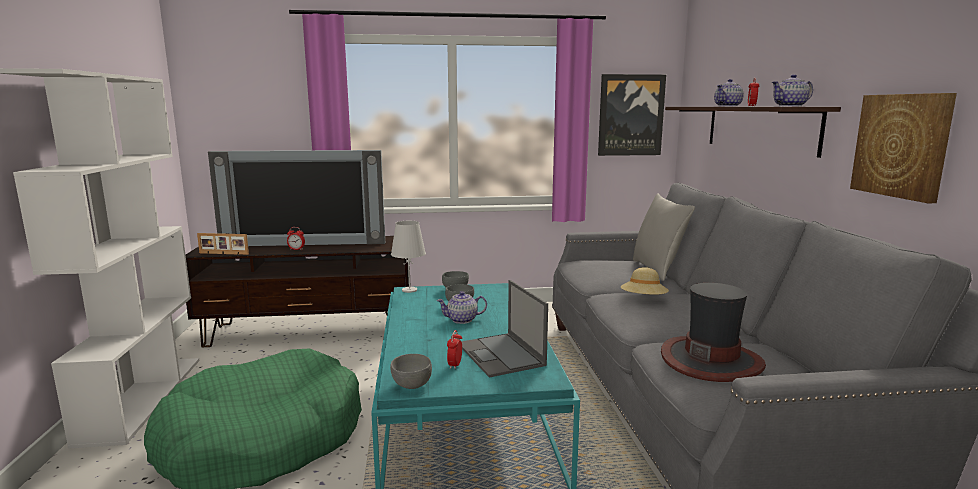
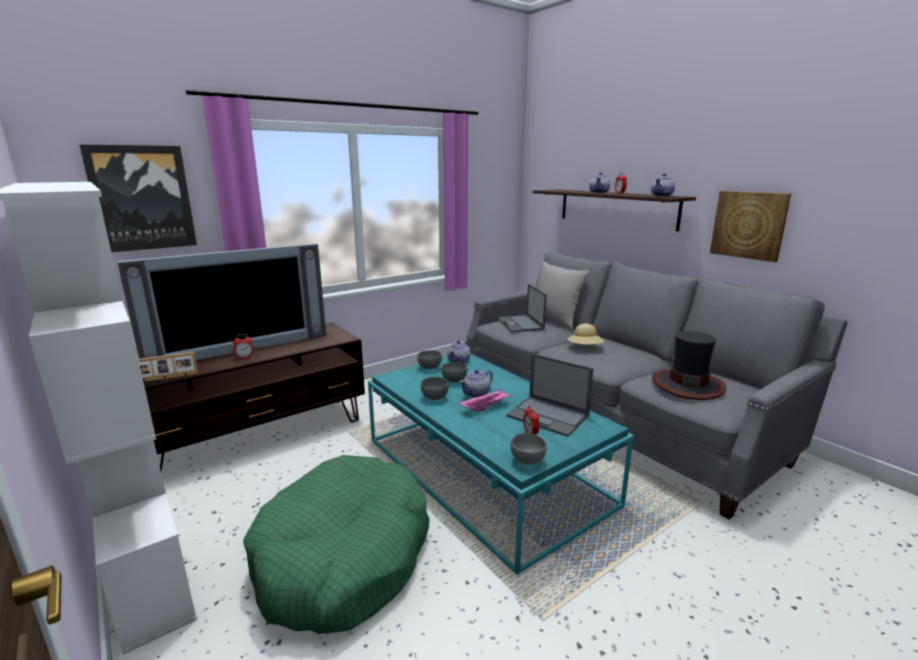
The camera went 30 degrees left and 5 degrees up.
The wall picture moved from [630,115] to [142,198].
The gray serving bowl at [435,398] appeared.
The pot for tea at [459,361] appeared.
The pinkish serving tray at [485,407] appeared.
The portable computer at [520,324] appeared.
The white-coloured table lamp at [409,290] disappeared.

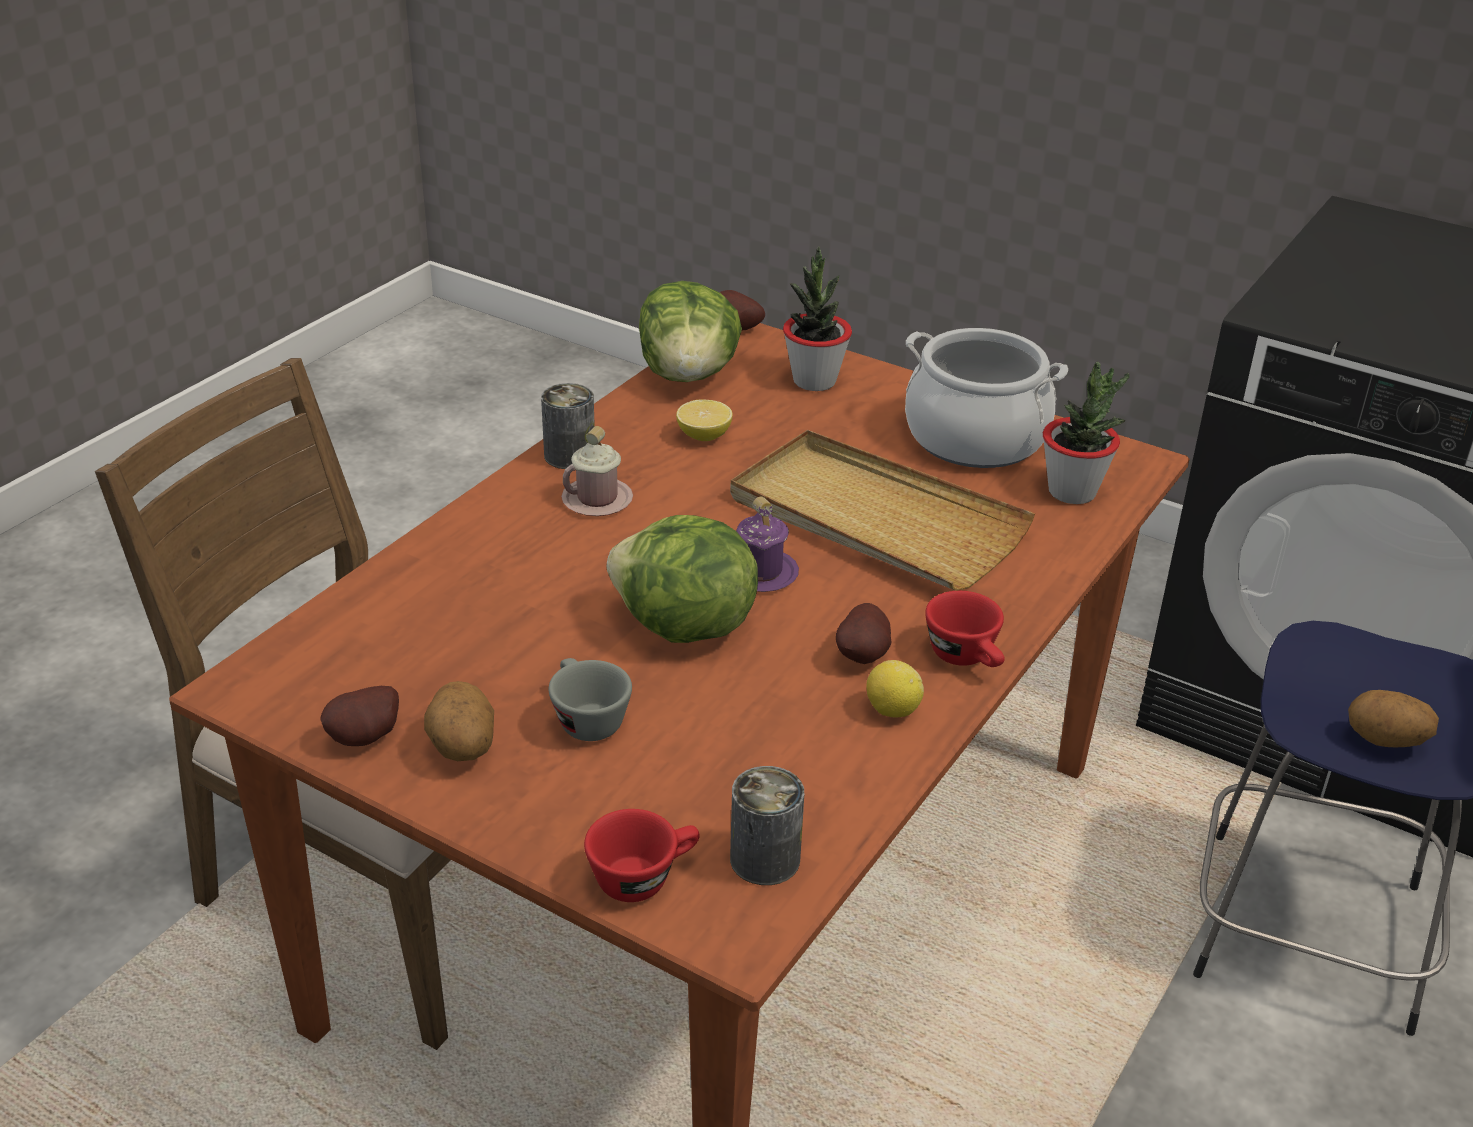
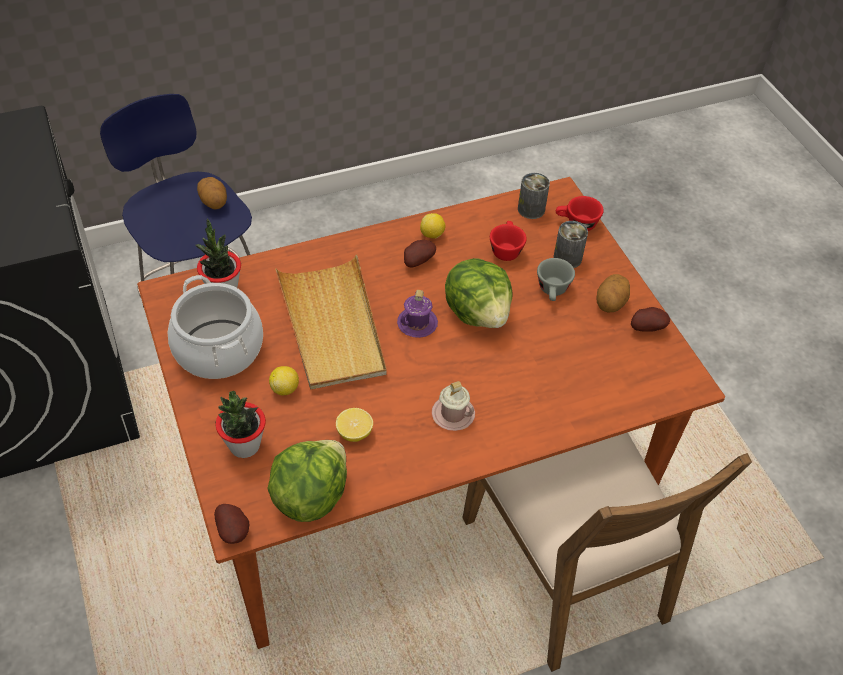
The camera went 145 degrees left and 15 degrees up.
The lemon at [285,389] appeared.
The red cup moved from [967,658] to [505,249].
The metal can moved from [569,455] to [567,258].

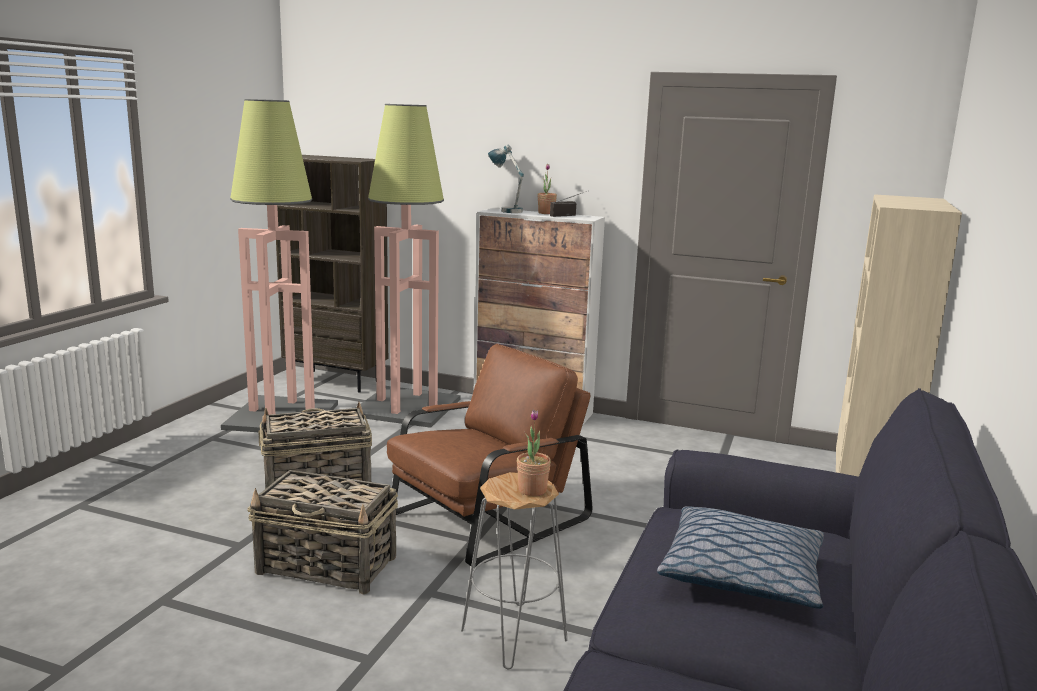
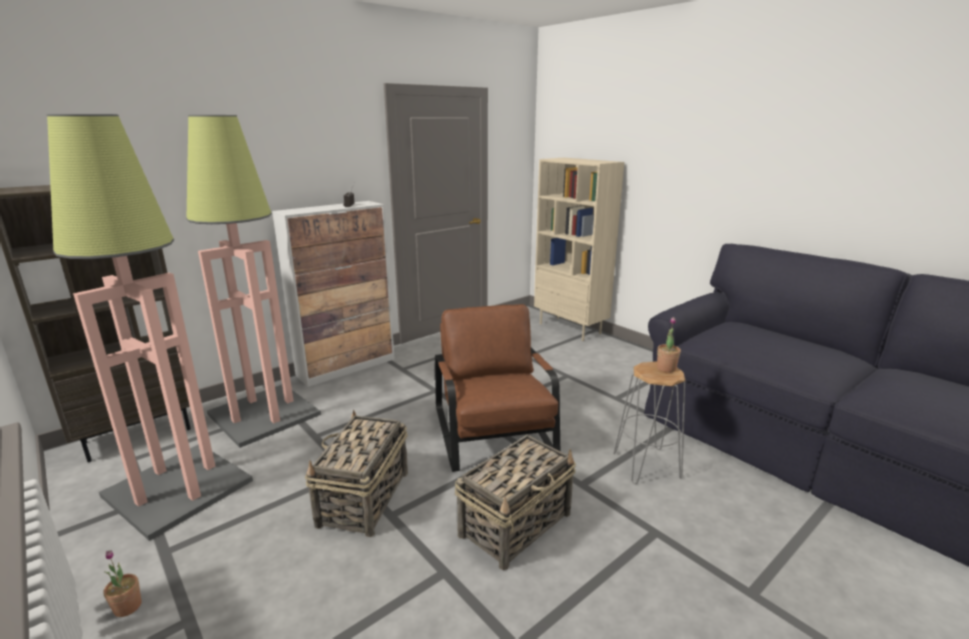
The camera went 60 degrees left and 5 degrees up.
The houseplant moved from [546,213] to [127,607].
The table lamp at [505,210] disappeared.
The pillow at [742,574] disappeared.

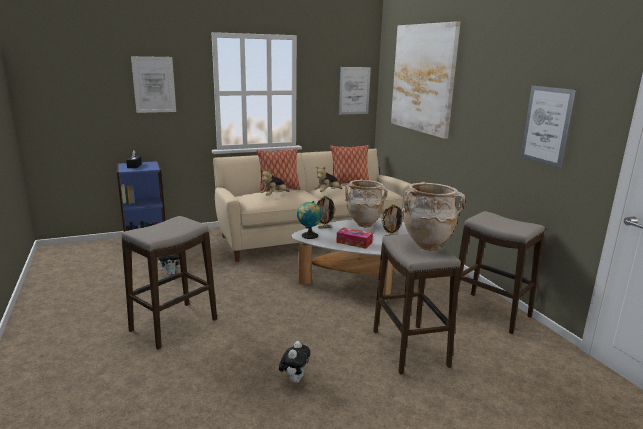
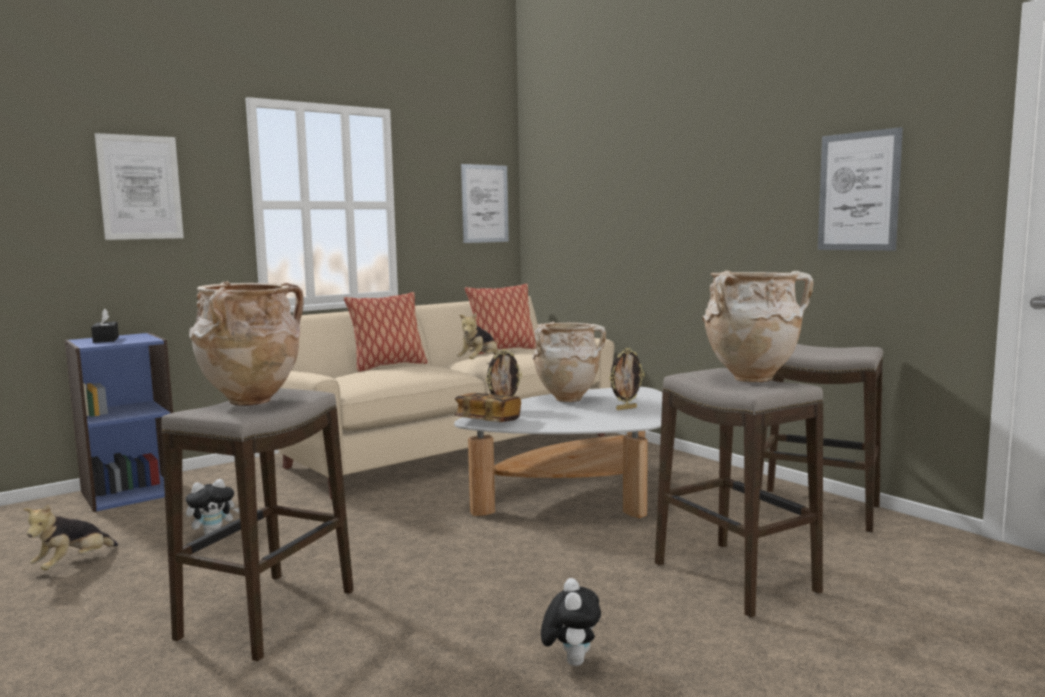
The camera went 15 degrees left and 10 degrees down.
The cuddly toy moved from [274,196] to [73,564].
The sand-coloured vase at [251,401] appeared.
The world globe at [309,236] was replaced by the volume at [488,421].
The tissue box at [354,242] disappeared.
The wall picture at [423,78] disappeared.

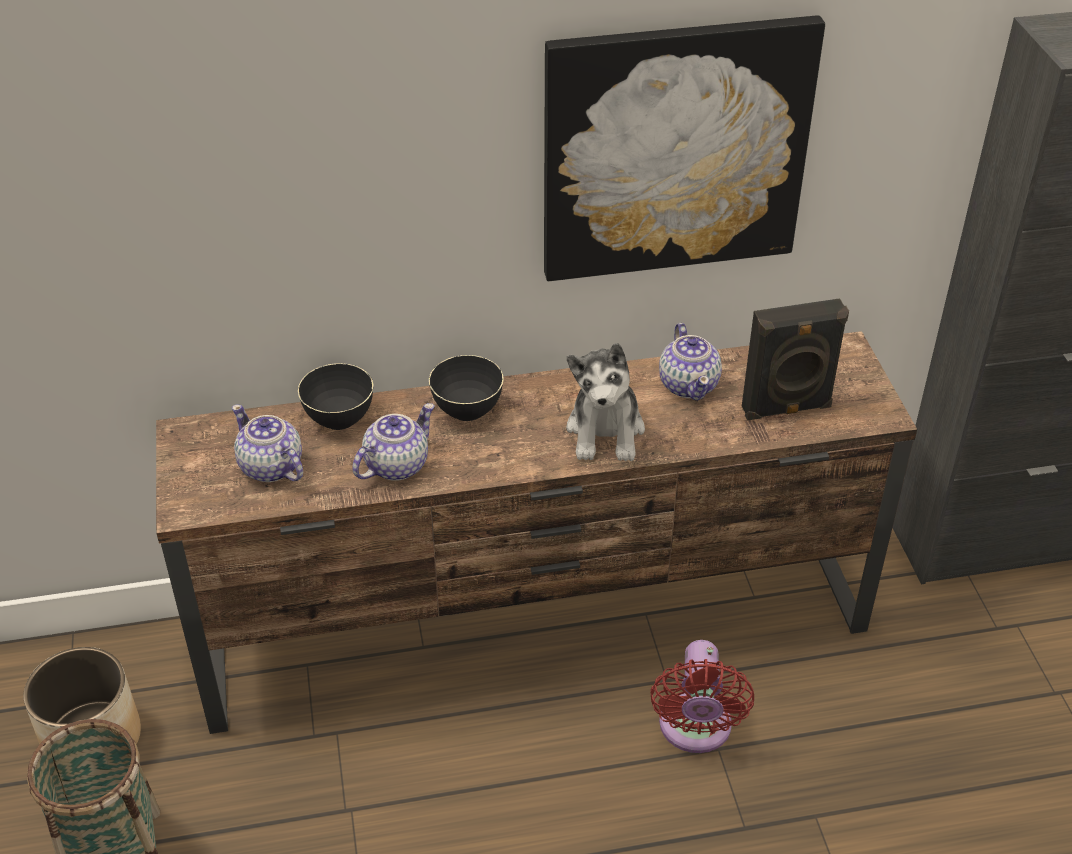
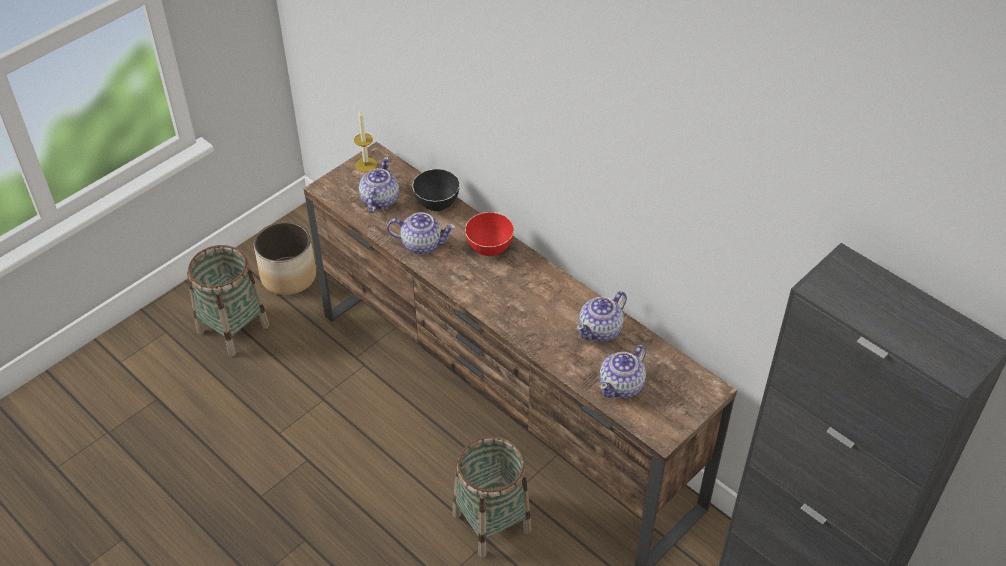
The camera went 55 degrees right and 5 degrees up.
The wax light at [366,164] appeared.
The red electric fan at [695,730] was replaced by the household basket at [492,522].
The black-coloured serving bowl at [467,409] became the red serving bowl at [489,248].
The black-coloured speaker at [787,409] was replaced by the pot for tea at [622,385].
The wall picture at [674,149] disappeared.
The cuddly toy at [606,431] disappeared.

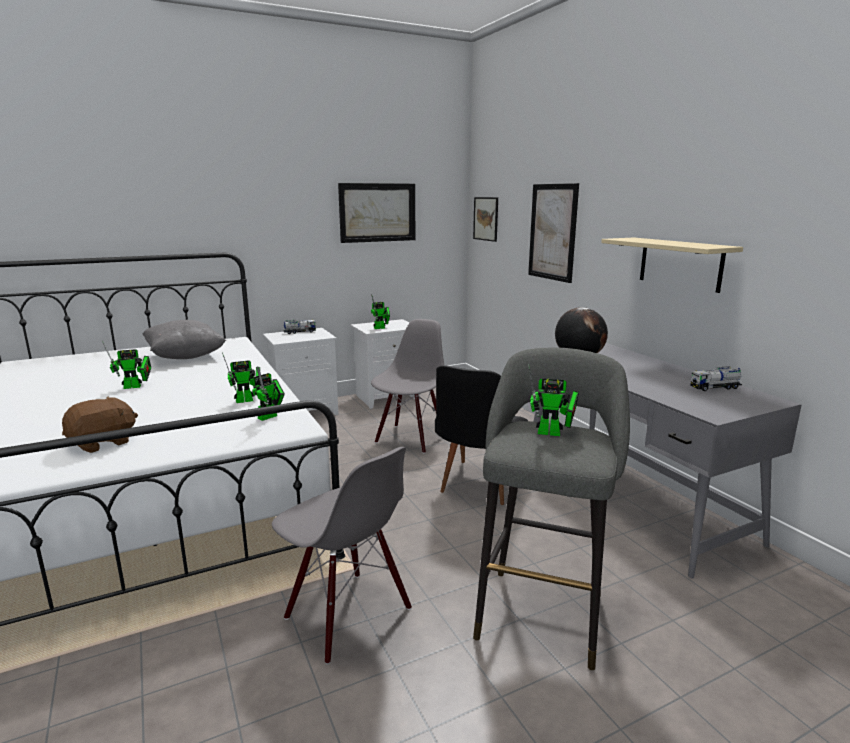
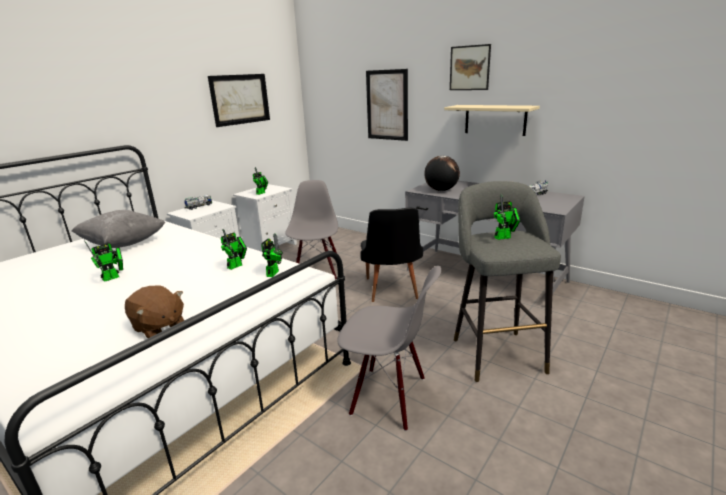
The camera went 25 degrees left and 5 degrees up.
The brownish cuddly toy at [103,443] turned 105 degrees clockwise.
The wall picture moved from [486,218] to [469,68].

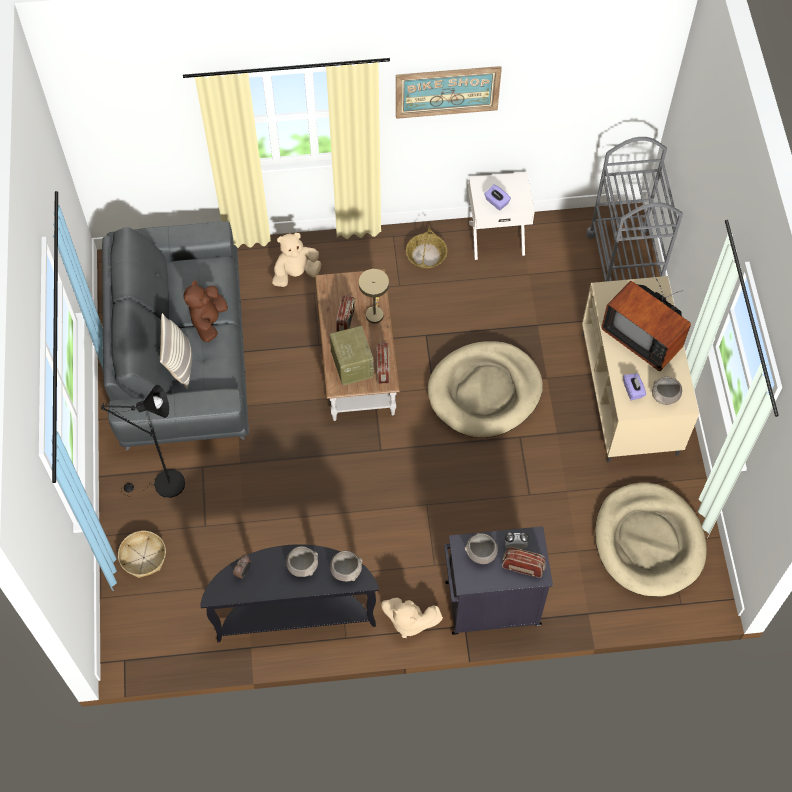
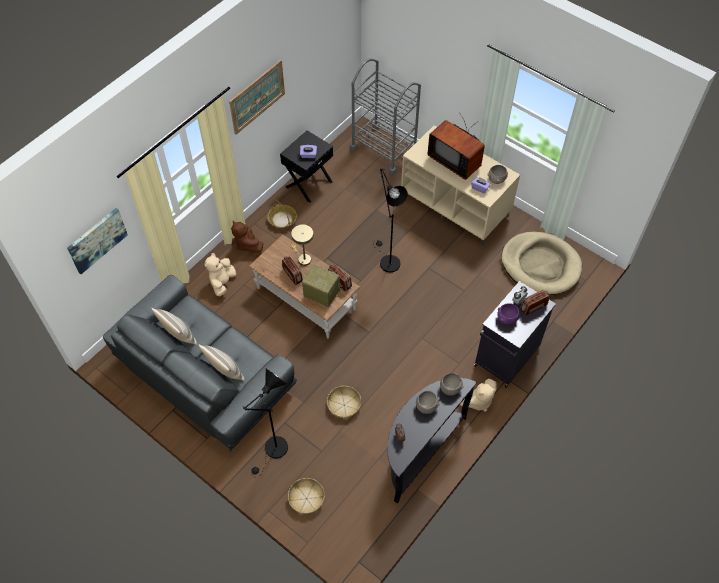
The camera went 45 degrees left and 5 degrees down.
The wall picture at [97,240] appeared.
The pillow at [179,335] appeared.
The brownish cuddly toy moved from [208,321] to [247,244].
The white-coloured bedside table at [496,237] became the black-coloured bedside table at [308,184].
The household basket at [344,405] appeared.
The sand-coloured dog bed at [484,391] was replaced by the black-coloured standard lamp at [387,261].
The TV set at [643,336] turned 45 degrees clockwise.
The gray serving bowl at [480,553] became the purplish serving bowl at [507,318].

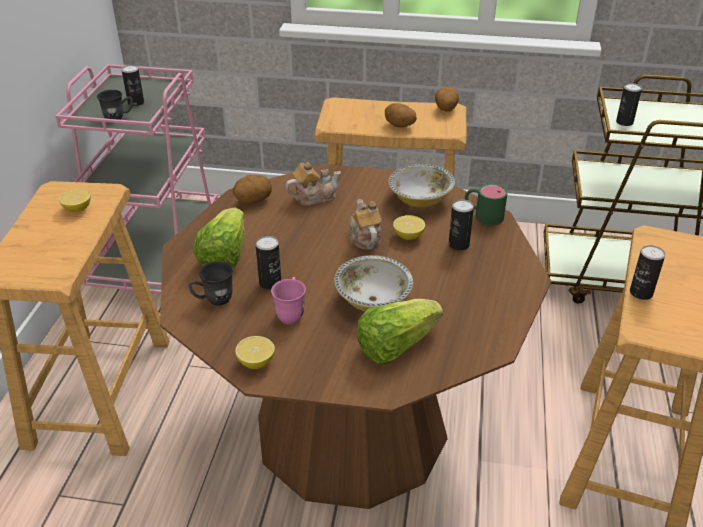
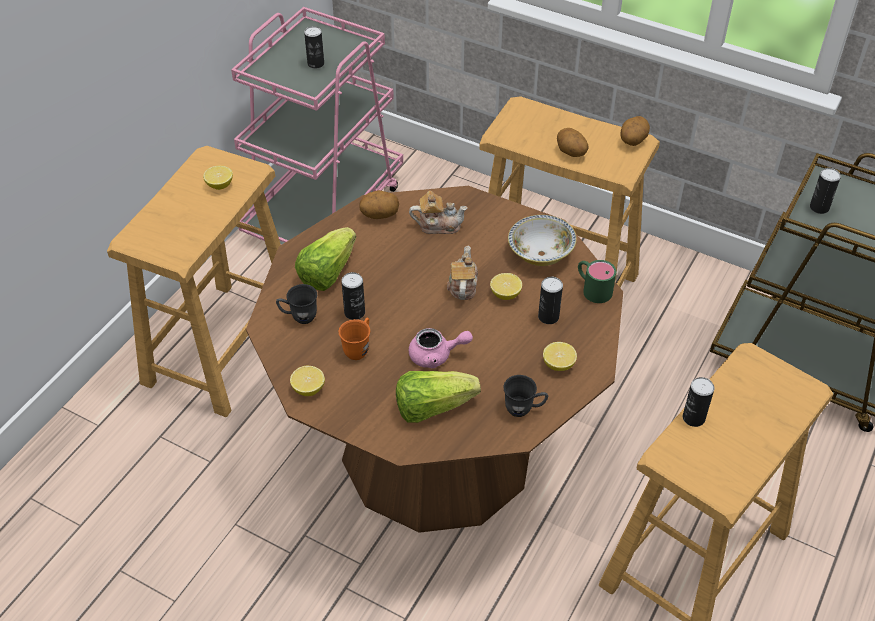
The camera went 20 degrees right and 10 degrees up.
The pinkish coffee mug at [291,313] became the orange-coloured coffee mug at [359,348].
The serving bowl at [373,300] was replaced by the pinkish pot for tea at [436,355].
The gray coffee mug moved from [118,118] to [524,409].
The lemon at [558,364] appeared.

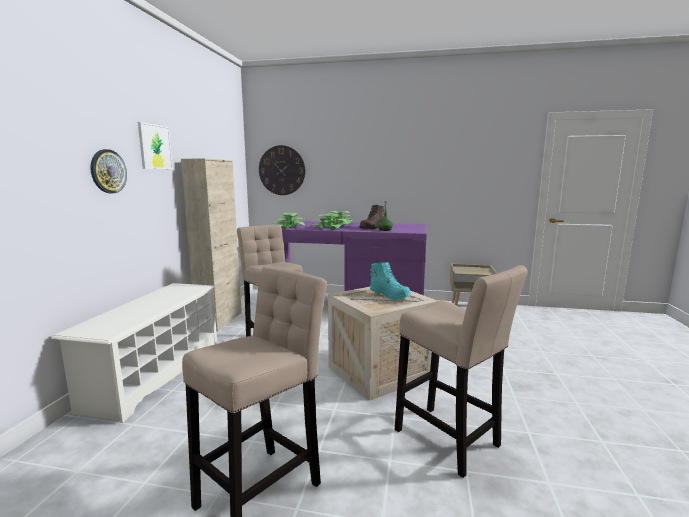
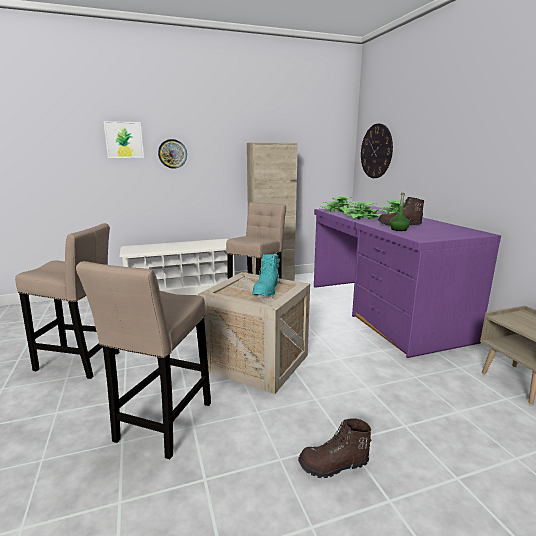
The camera went 60 degrees right and 5 degrees up.
The wall picture moved from [155,147] to [124,140].
The brownish tall boot at [334,465] appeared.

